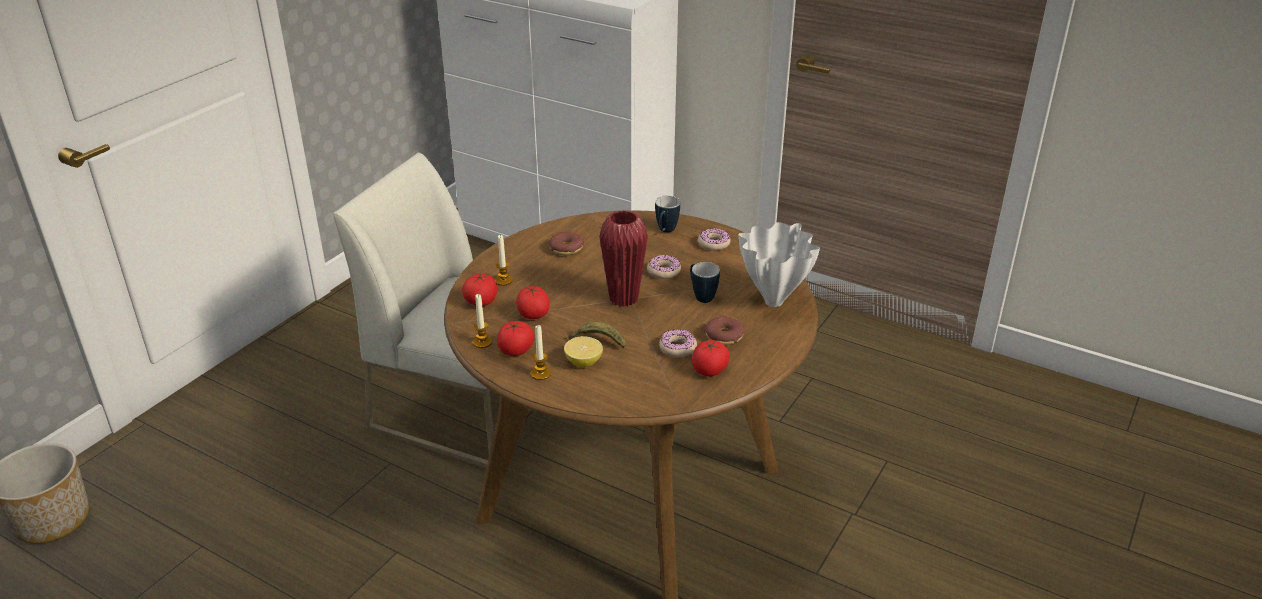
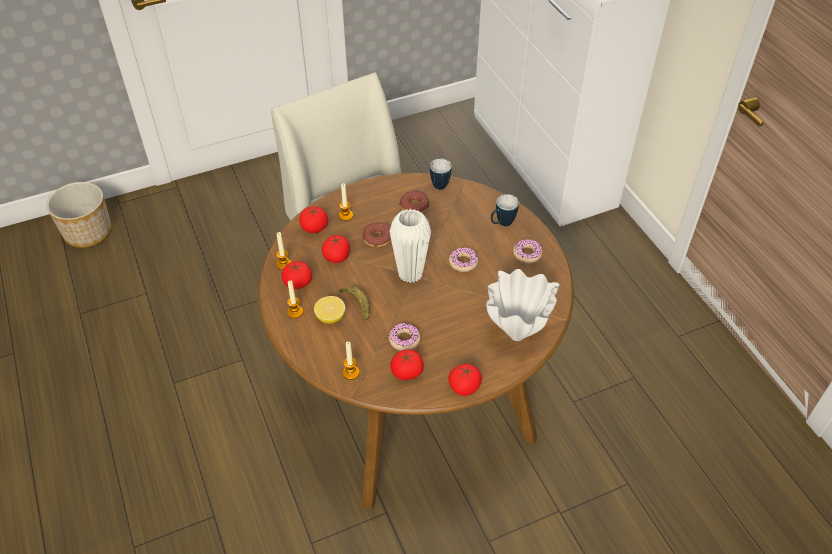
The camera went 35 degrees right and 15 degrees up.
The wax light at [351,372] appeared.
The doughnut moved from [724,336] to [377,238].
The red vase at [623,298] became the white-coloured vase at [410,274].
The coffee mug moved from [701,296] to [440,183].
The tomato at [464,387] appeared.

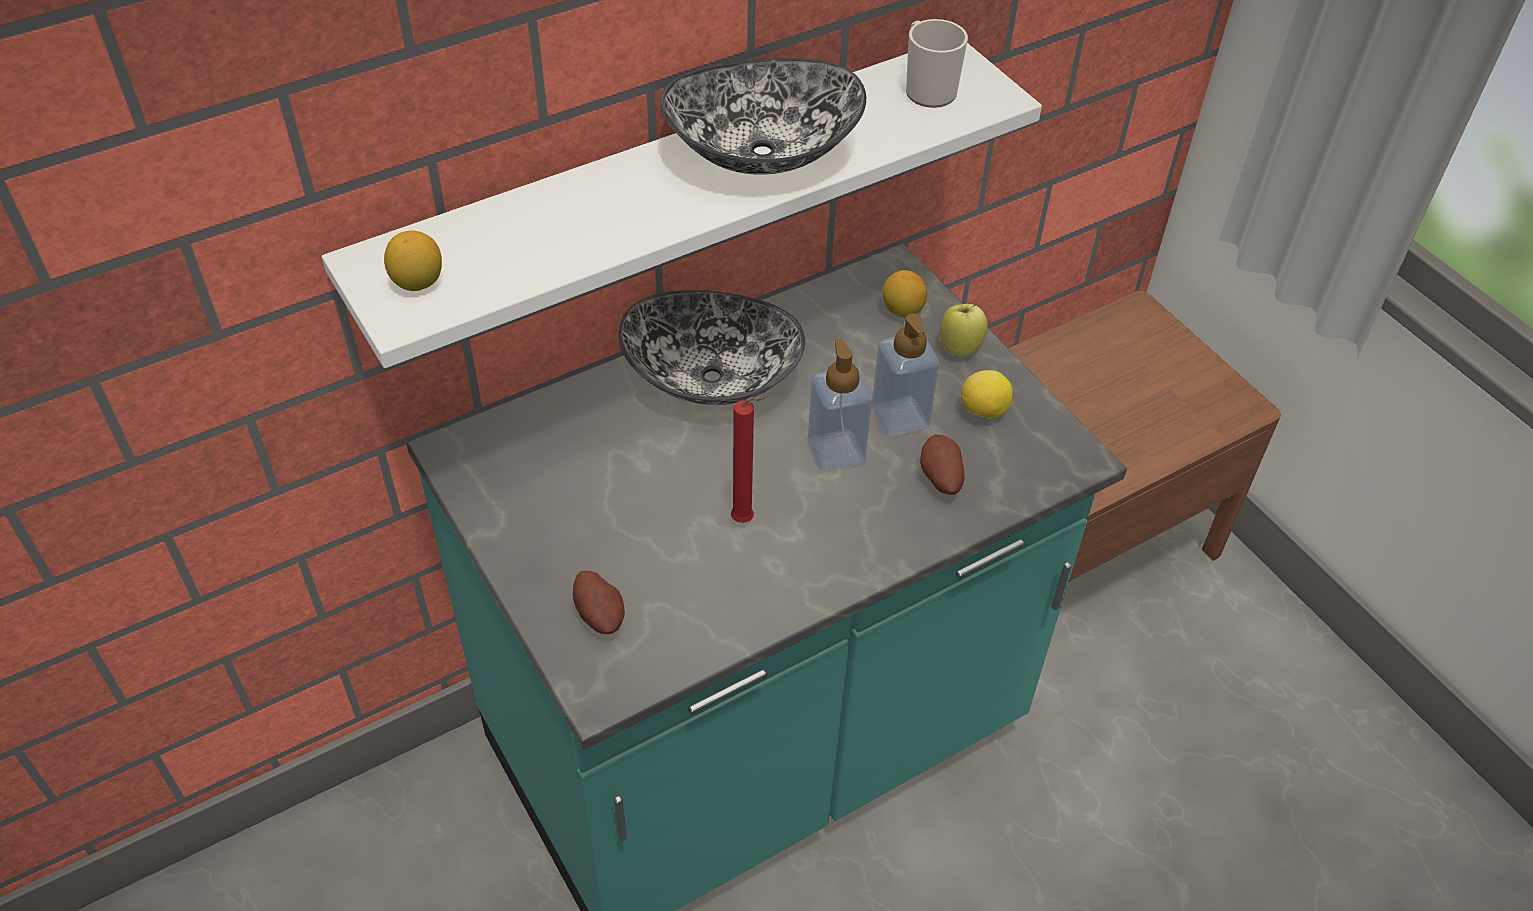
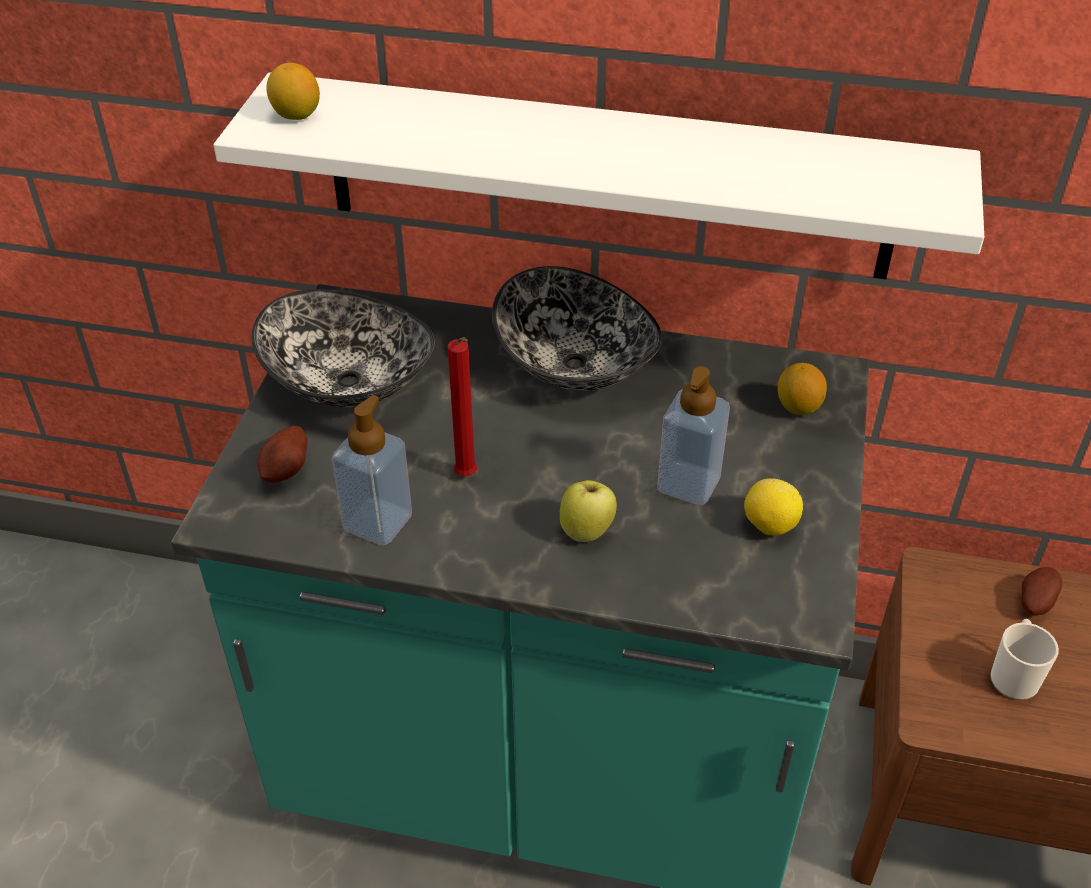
The camera went 45 degrees right and 5 degrees down.
The serving bowl moved from [762,154] to [347,383].
The soap dispenser moved from [836,451] to [378,522].
The apple fruit moved from [960,347] to [587,531].
The coffee mug moved from [927,89] to [1014,676].
The whole potato moved from [939,478] to [1034,601].

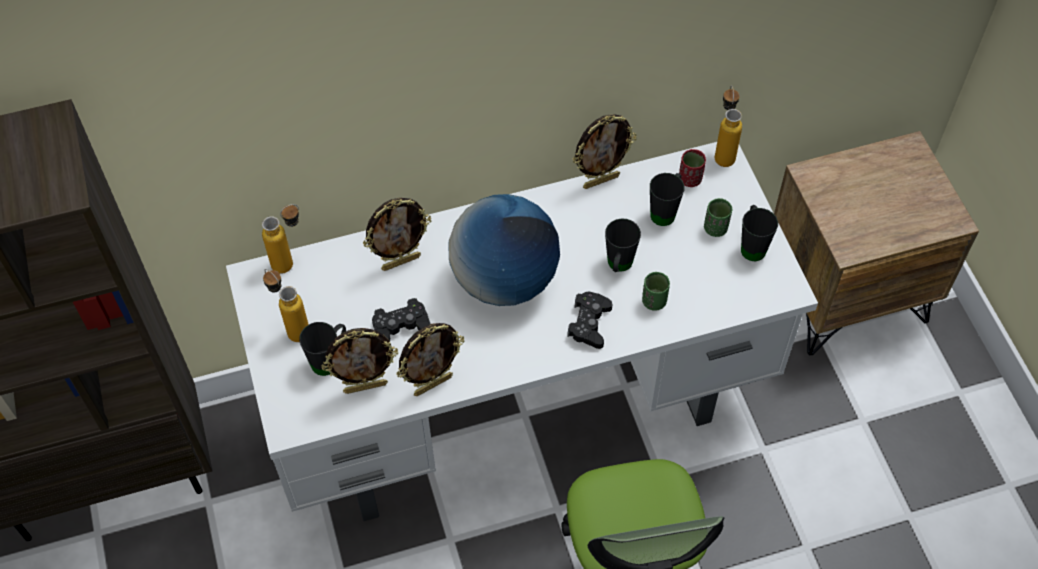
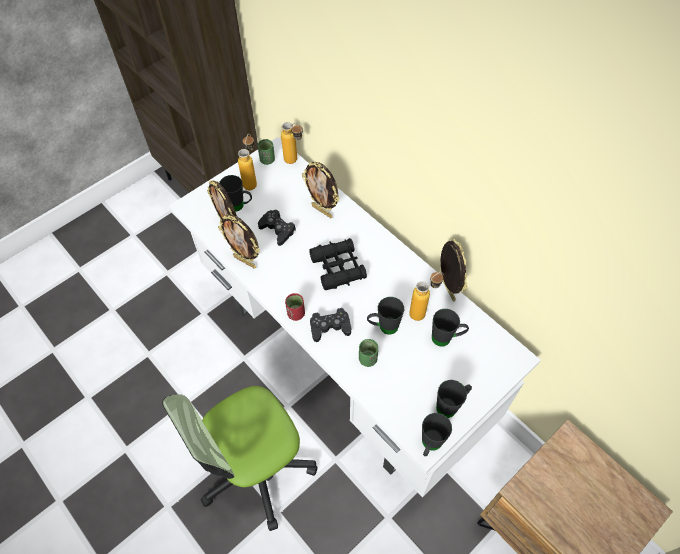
The camera went 65 degrees right and 0 degrees up.
The green cup moved from [715,228] to [267,160].
The red cup moved from [690,179] to [296,314].
The world globe at [505,280] was replaced by the black-coloured pair of binoculars at [338,268].
The drink bottle moved from [723,152] to [423,311].
The black-coloured coffee mug at [429,445] appeared.
The picture frame at [601,180] turned 150 degrees counterclockwise.

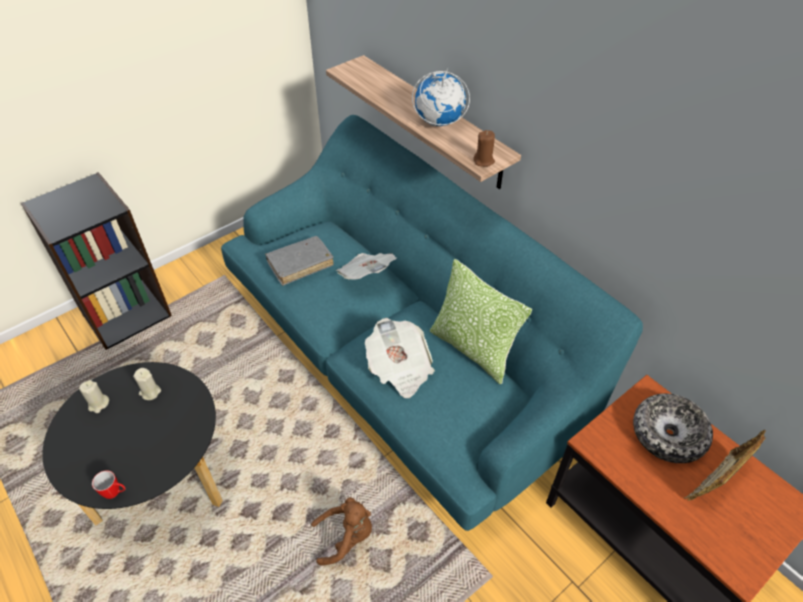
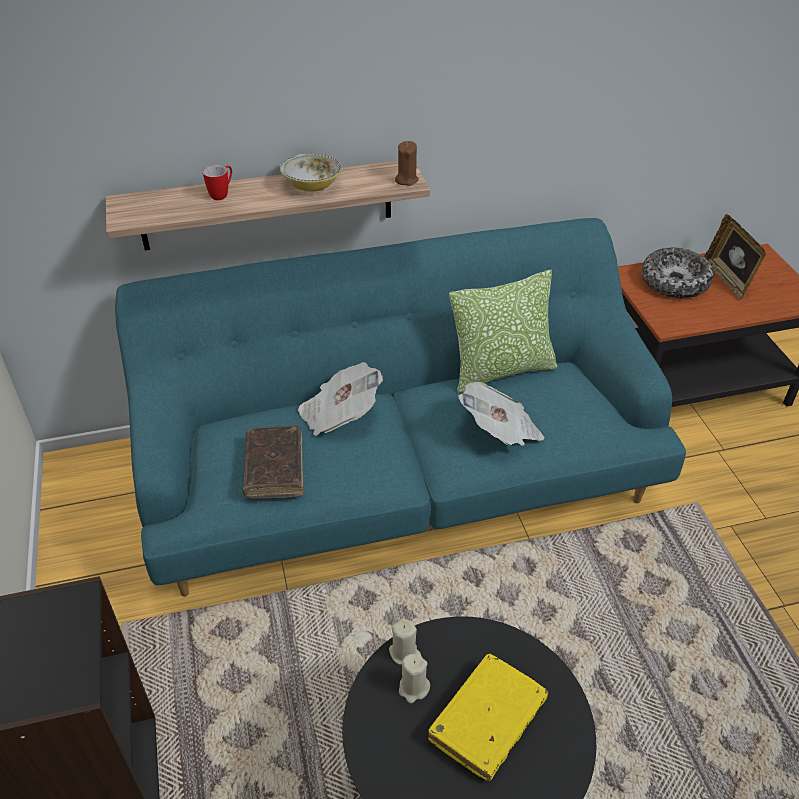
The camera went 65 degrees left and 5 degrees down.
The coffee mug moved from [116,493] to [222,194].
The gray volume at [300,264] became the brownish volume at [274,468].
The world globe at [438,123] was replaced by the serving bowl at [312,186].
The sand-coloured wax light moved from [98,404] to [404,653].
The yellow volume at [487,721] appeared.
The brownish cuddly toy at [346,537] disappeared.

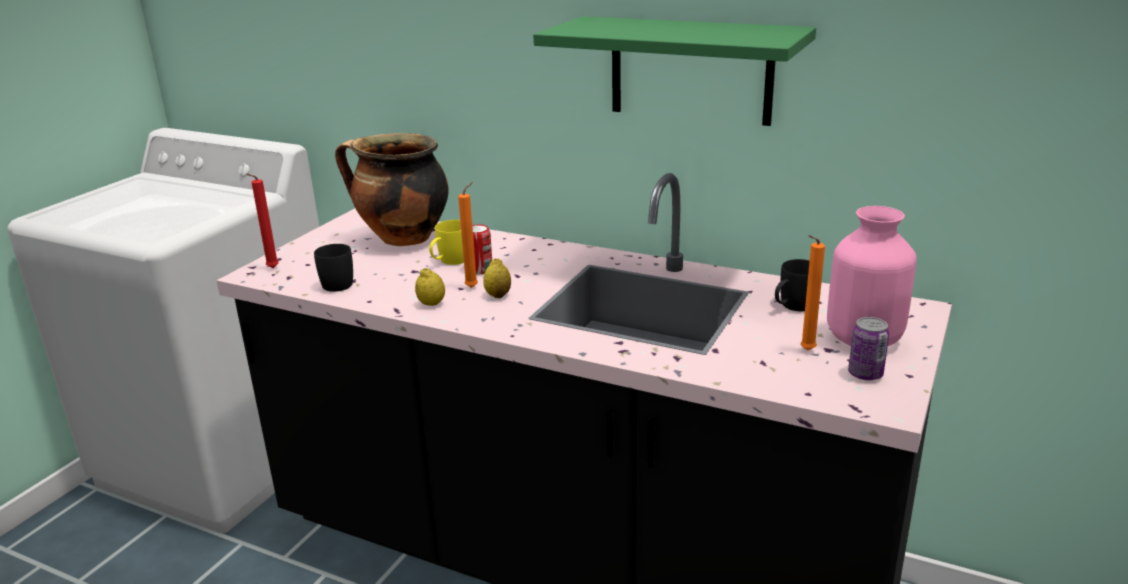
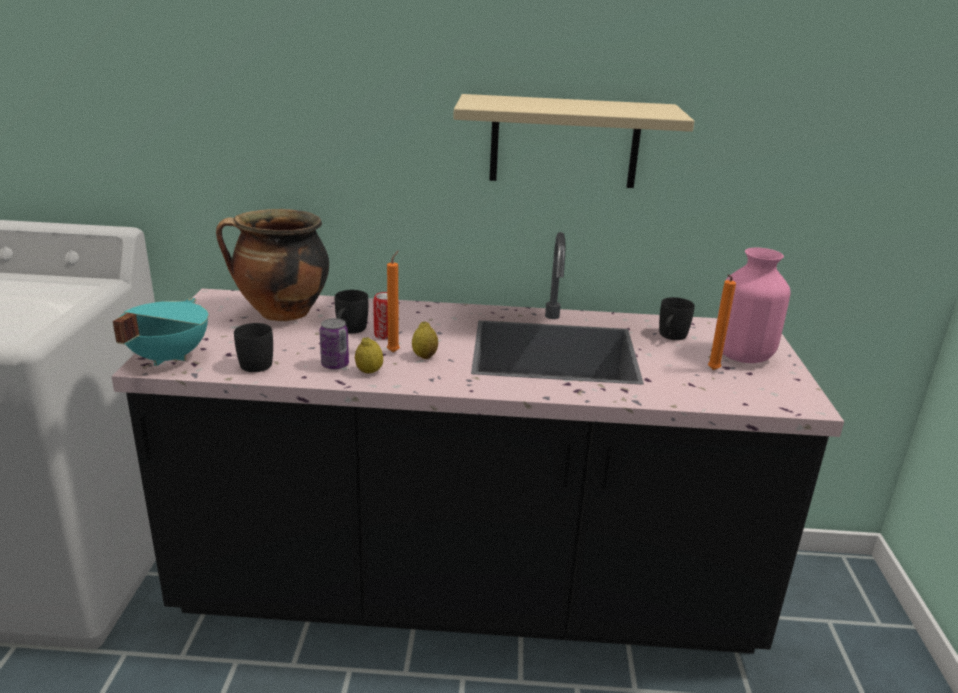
The camera went 25 degrees left and 0 degrees up.
The red wax light at [271,269] was replaced by the turquoise saucepot at [166,357].
The metal can moved from [865,374] to [335,365].
The yellow coffee mug at [450,261] became the black-coloured coffee mug at [349,330].
The green shelf at [690,70] became the sand-coloured shelf at [564,142].

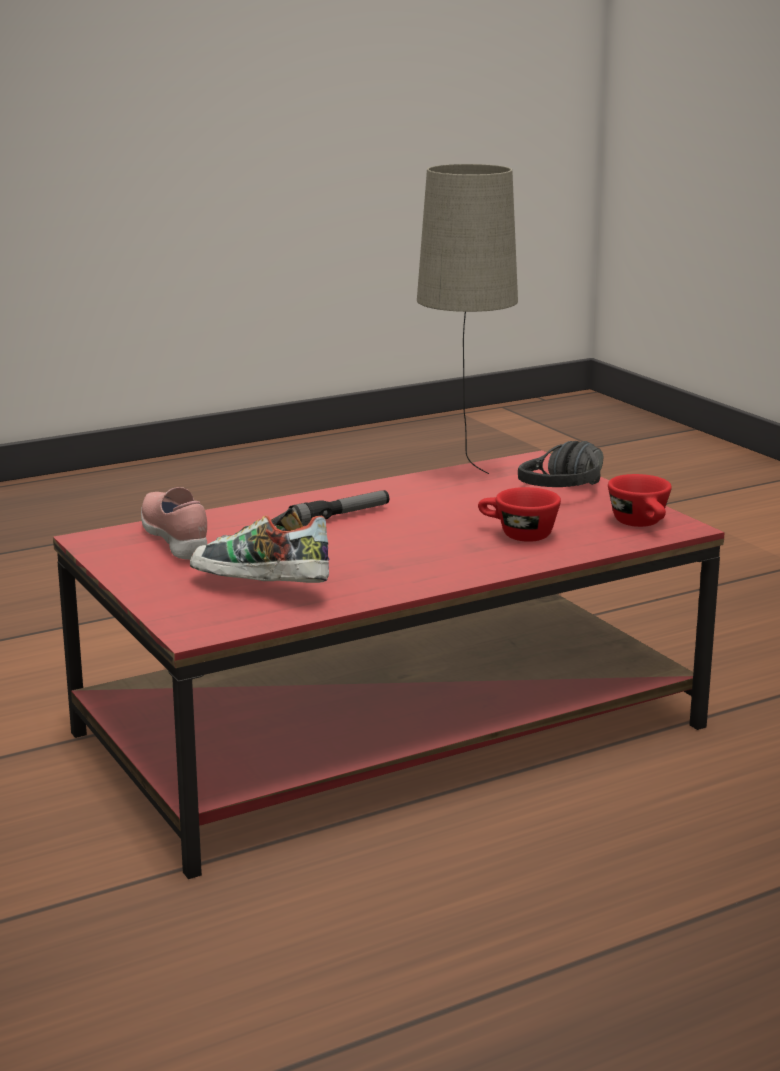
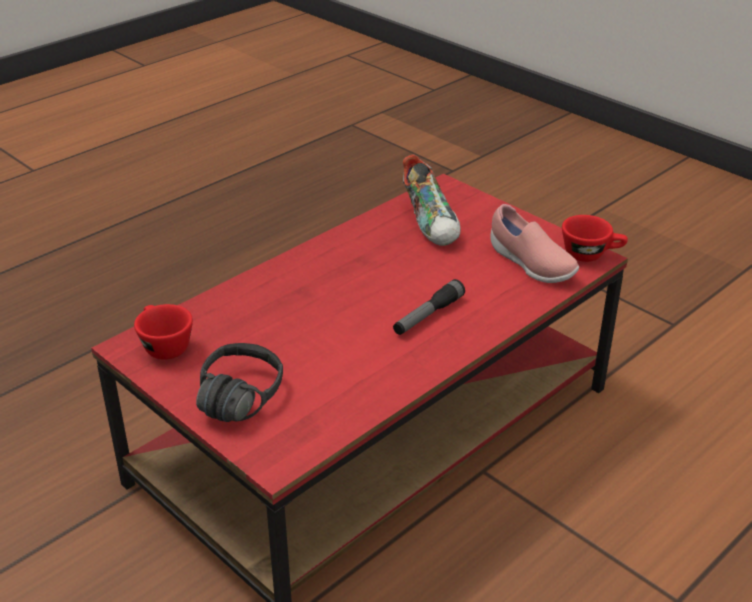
The camera went 165 degrees right and 15 degrees up.
The item of footwear at [259,590] turned 60 degrees clockwise.
The red cup moved from [517,535] to [591,254].
The sand-coloured table lamp at [463,475] disappeared.

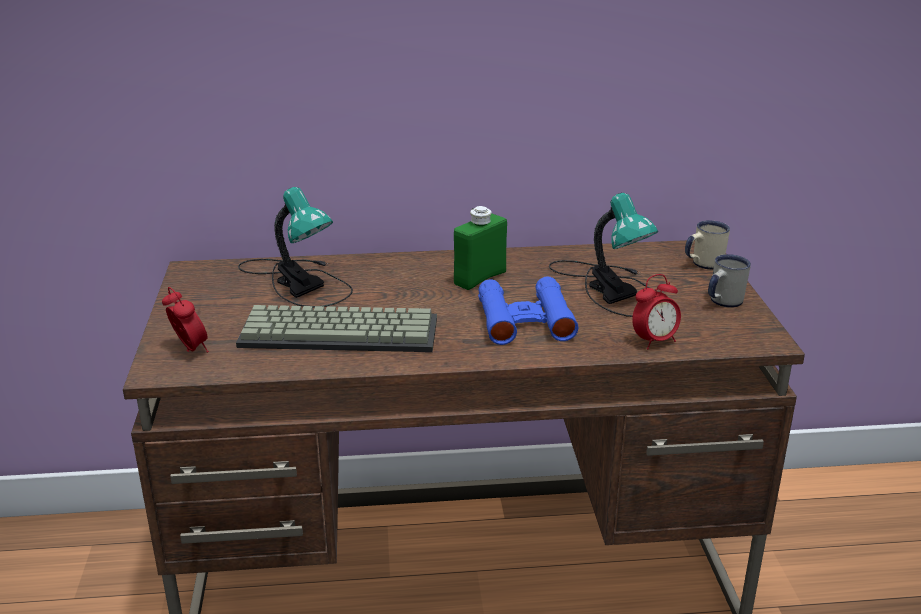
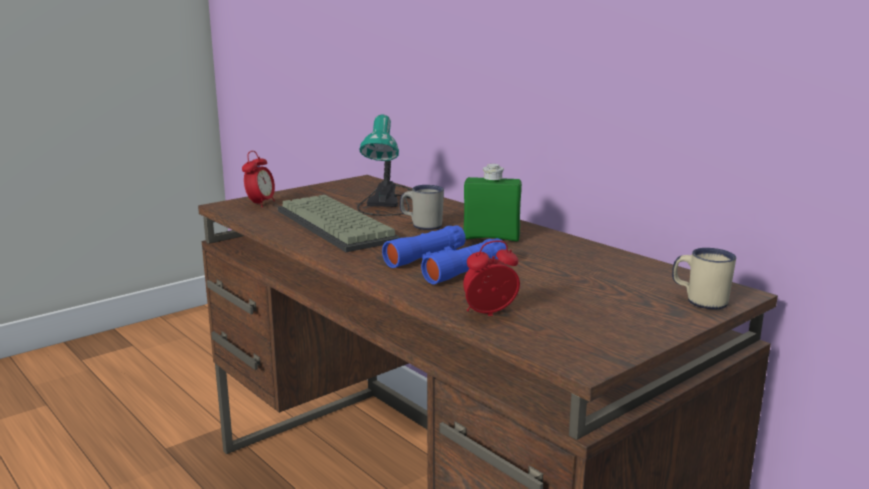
The camera went 55 degrees right and 10 degrees down.
The white-coloured coffee mug moved from [722,302] to [422,225].
The alarm clock at [654,341] turned 135 degrees clockwise.
The table lamp at [609,287] disappeared.

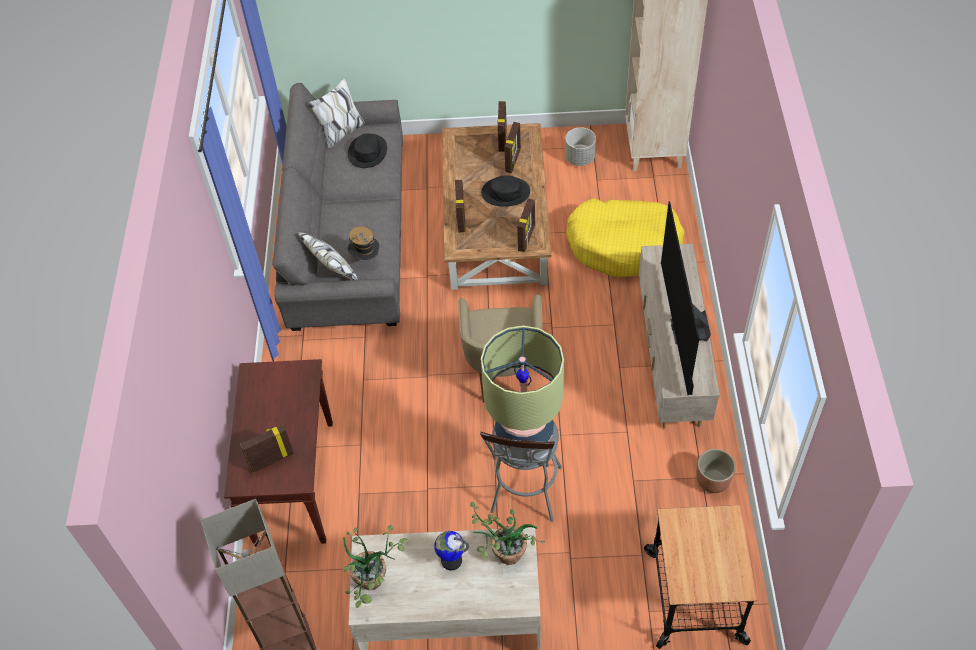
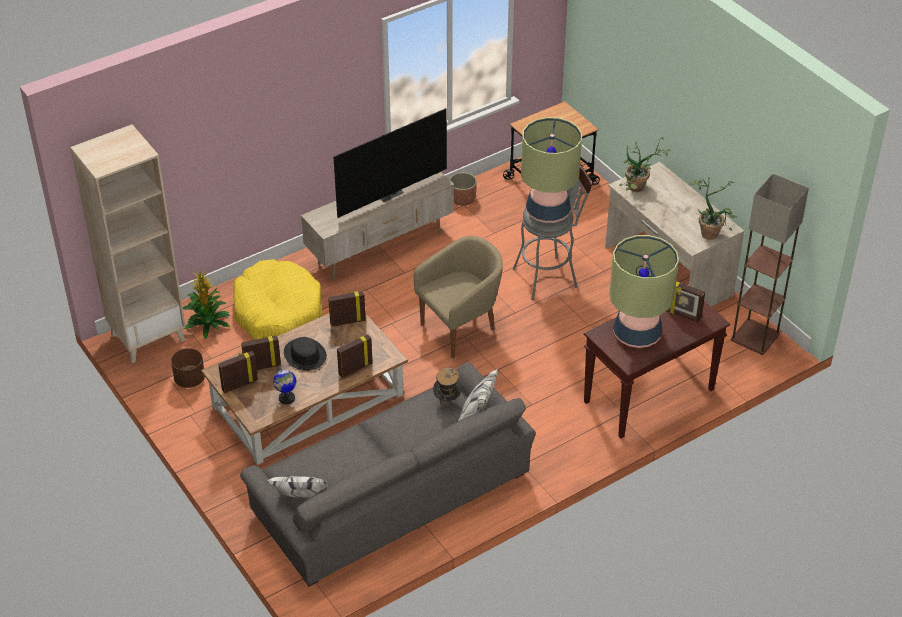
The camera went 125 degrees left and 10 degrees down.
The gray flower pot at [580,158] became the brownish flower pot at [189,379].
The houseplant at [207,324] appeared.
The world globe moved from [451,560] to [286,398].
The table lamp at [637,334] appeared.
The black-coloured hat at [367,152] disappeared.

